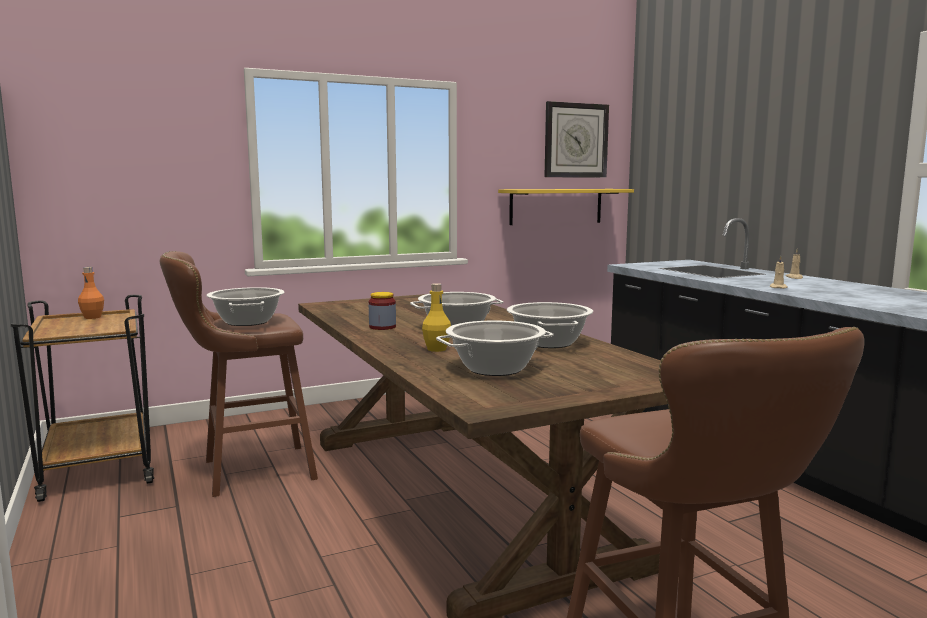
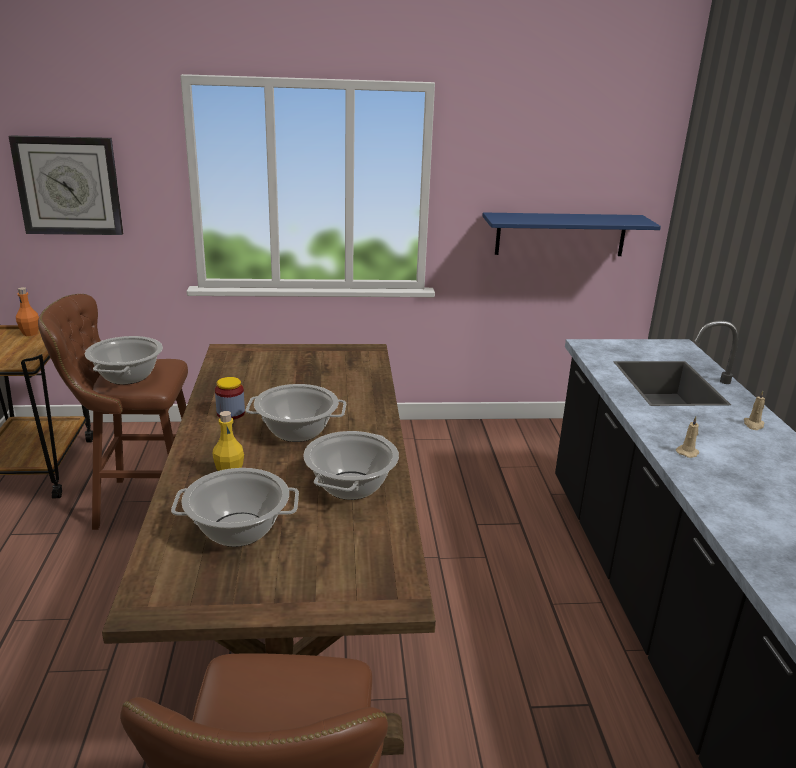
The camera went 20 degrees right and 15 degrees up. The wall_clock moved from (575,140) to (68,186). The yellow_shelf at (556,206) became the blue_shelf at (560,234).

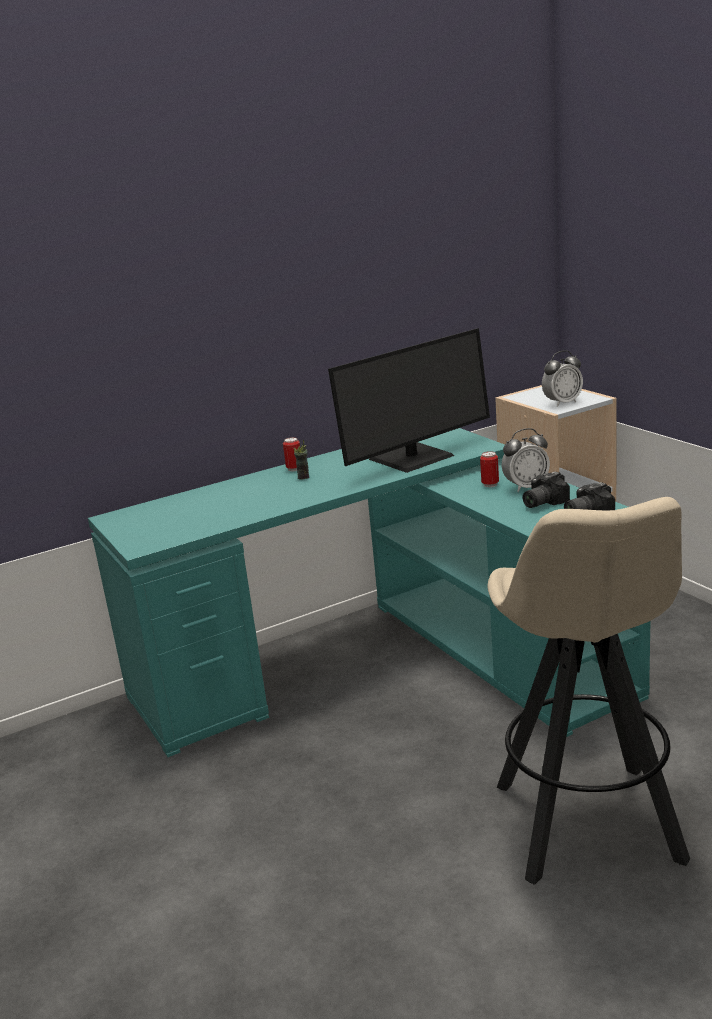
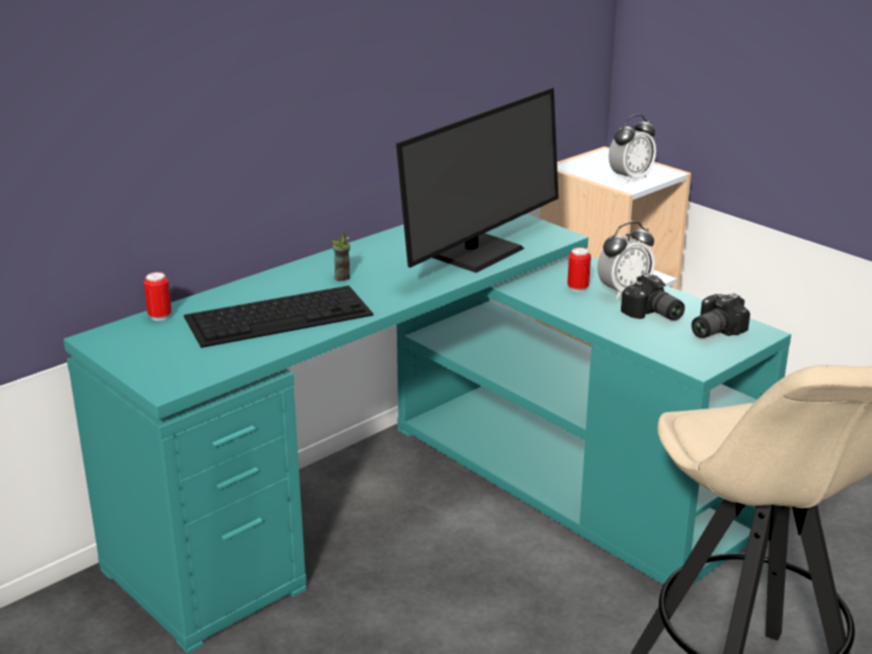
The camera went 15 degrees left and 5 degrees up. The keyboard at (280,315) appeared. The can moved from (294,469) to (160,316). The photo_camera at (541,502) turned 75 degrees counterclockwise.

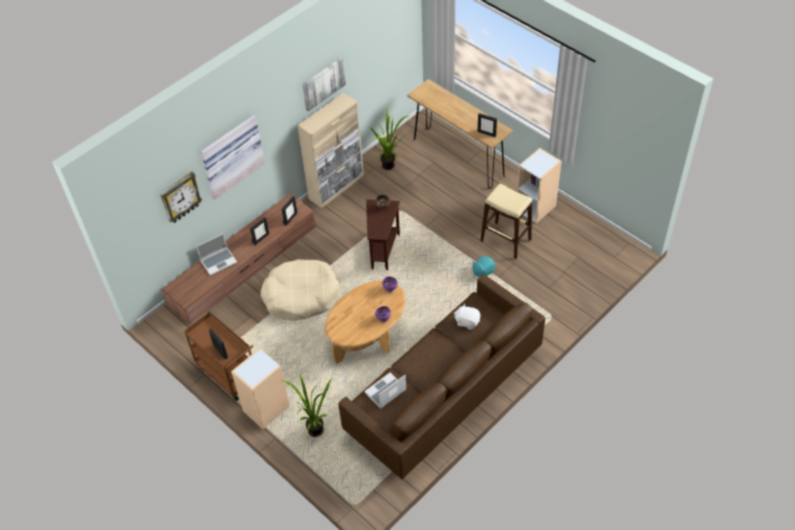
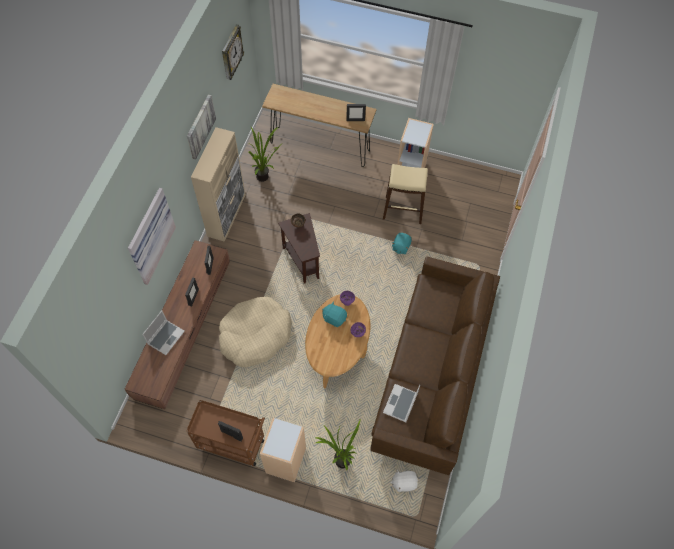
The camera went 30 degrees left and 10 degrees up. The turquoise_plush_toy at (334,318) appeared. The wall_clock moved from (180,197) to (231,53). The white_plush_toy moved from (467,321) to (404,482).

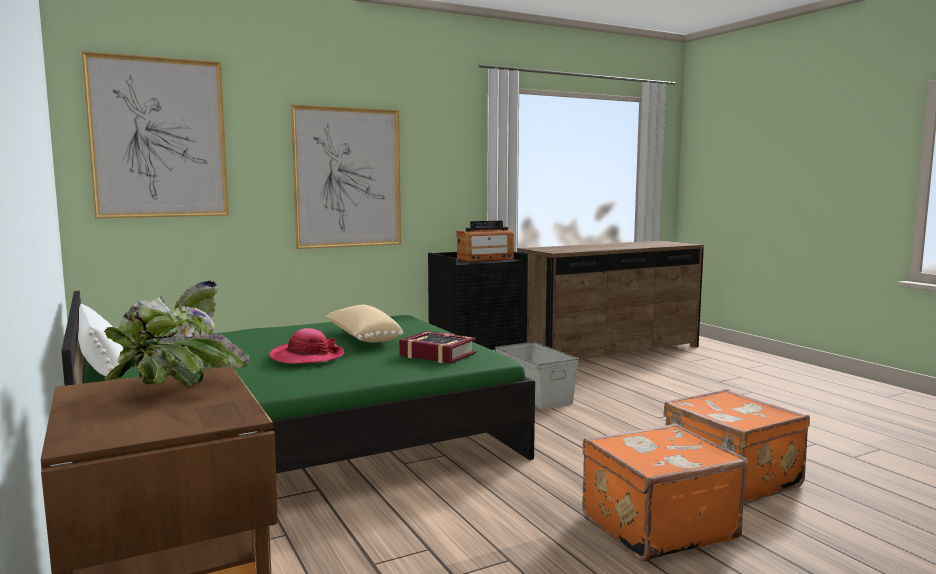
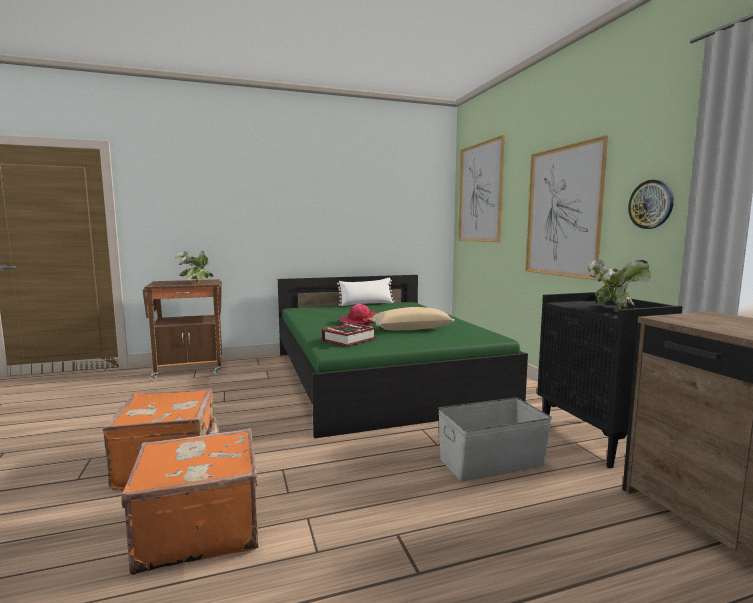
The camera went 100 degrees right and 0 degrees up. The wall_clock at (651,204) appeared. The radio at (485,259) was replaced by the potted_plant at (612,309).

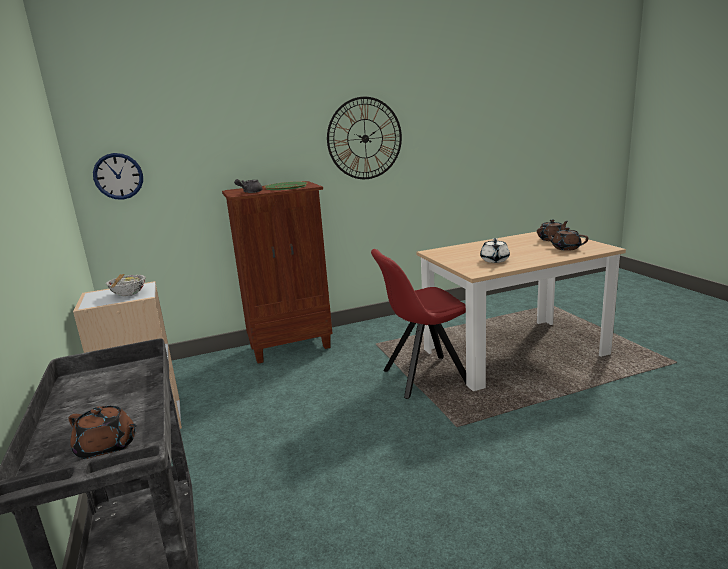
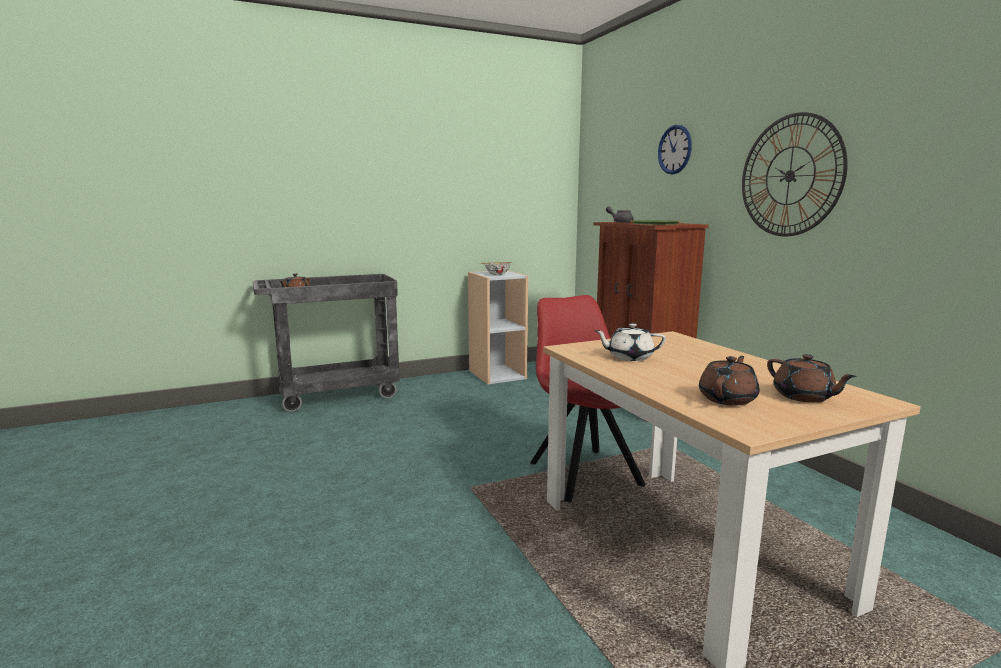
The camera went 85 degrees right and 5 degrees down. The wall_clock moved from (118,176) to (675,149).

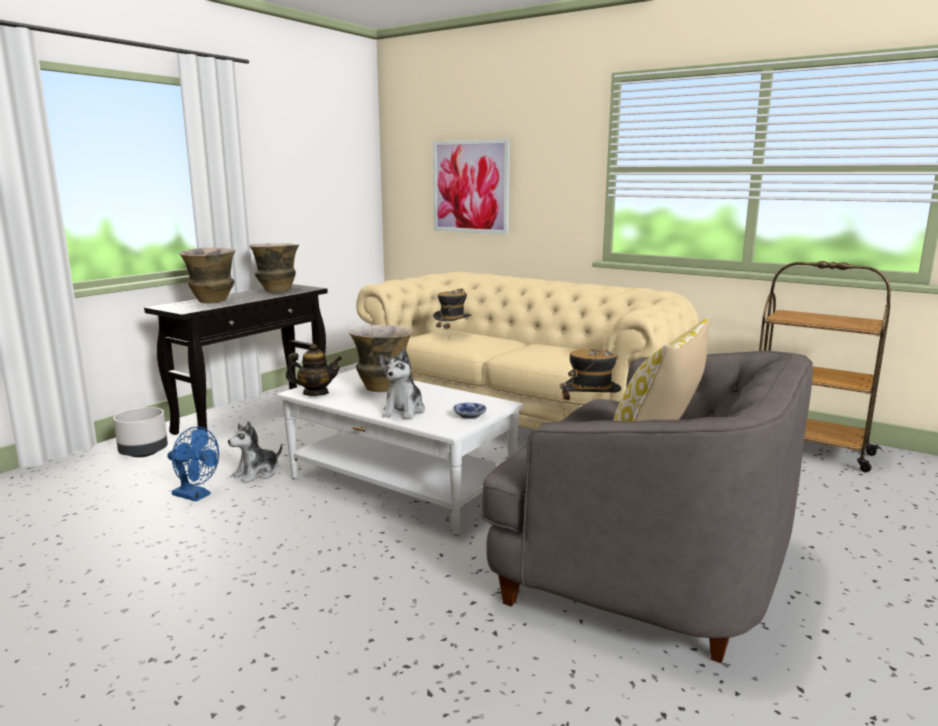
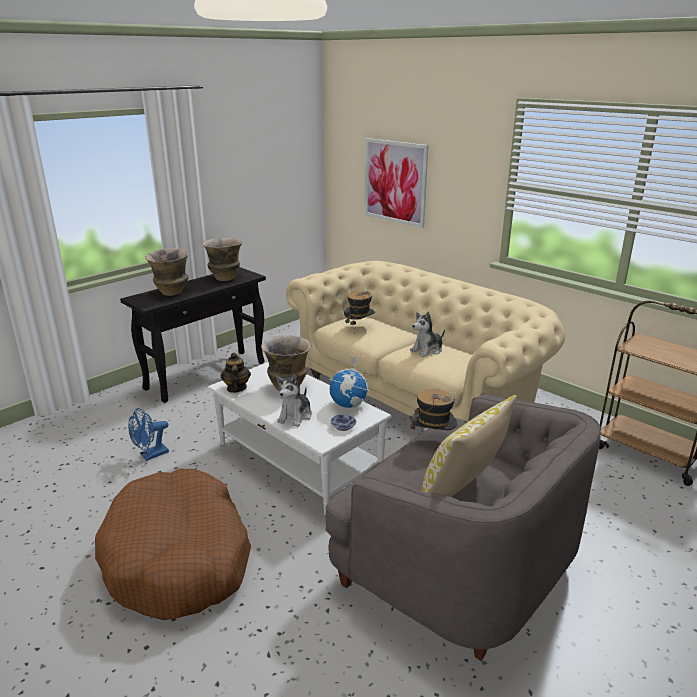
The camera went 10 degrees right and 10 degrees up. The grey_planter at (144,453) disappeared. The brown_dog_bed at (178,558) appeared. The globe at (349,404) appeared. The plush_toy moved from (257,473) to (427,350). The blue_fan at (196,496) turned 105 degrees clockwise. The teapot at (315,393) turned 105 degrees counterclockwise.

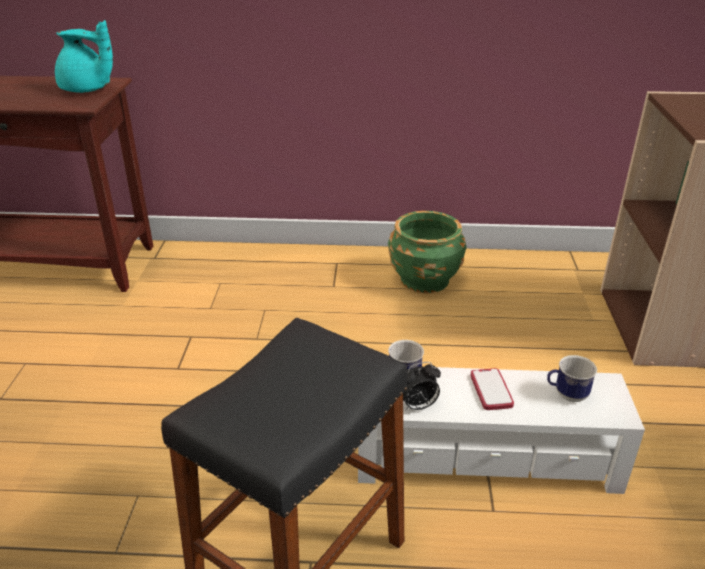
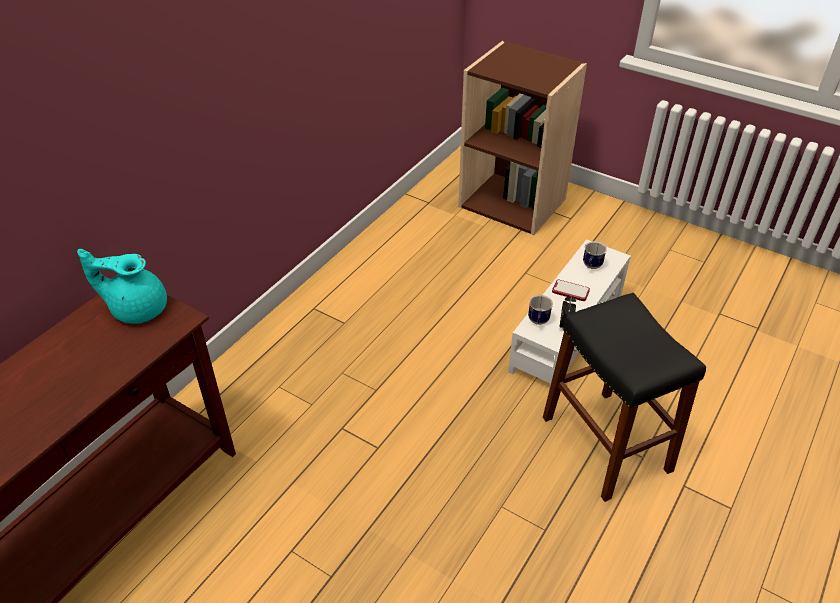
The camera went 60 degrees left and 10 degrees up. The green_planter at (424,279) disappeared. The turquoise_teapot at (87,90) turned 135 degrees counterclockwise.

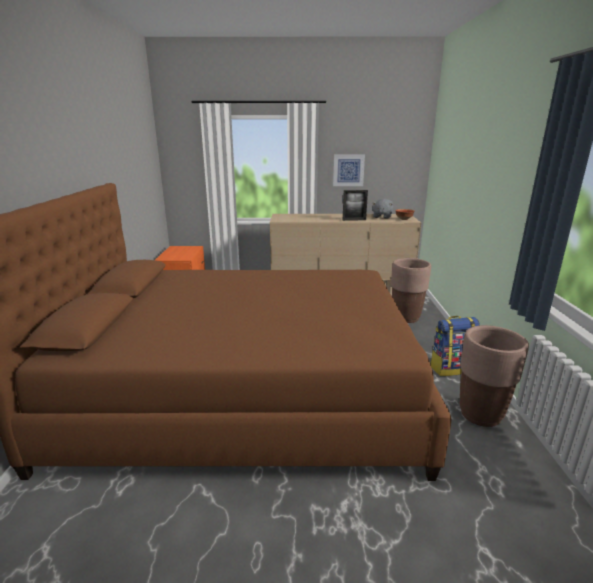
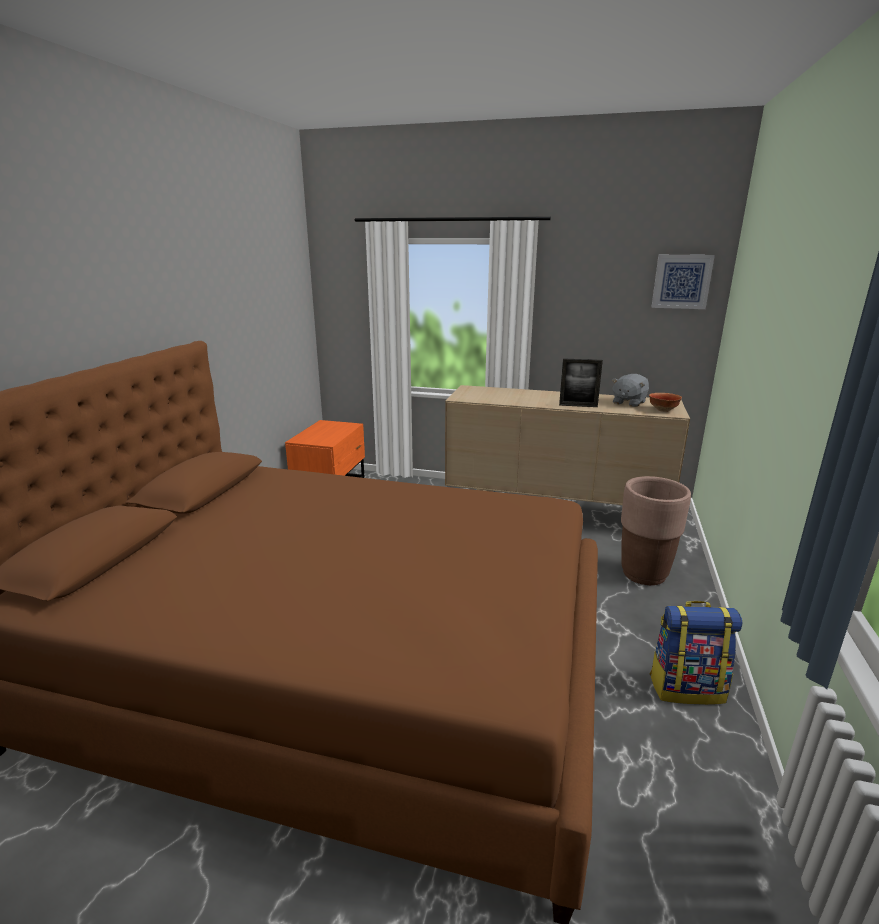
The camera went 15 degrees right and 0 degrees up. The brown_planter at (480,415) disappeared. The picture moved from (348,170) to (681,281).

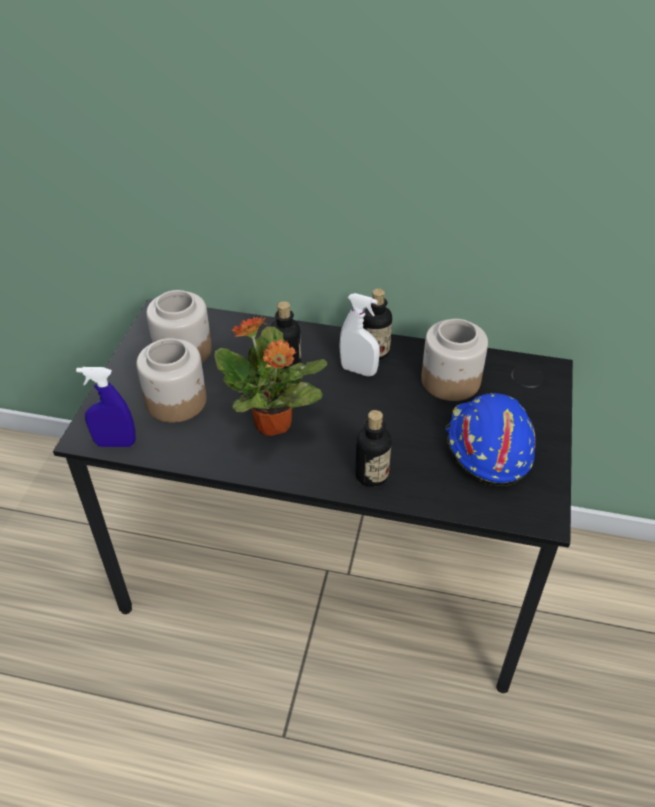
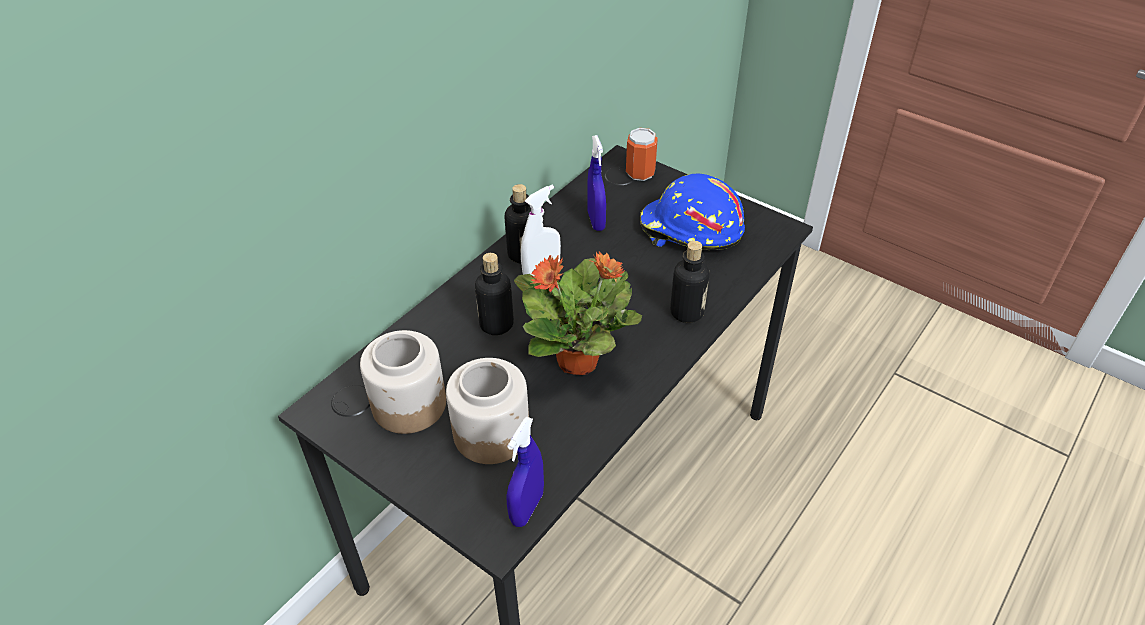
The camera went 65 degrees left and 0 degrees up. The can at (640,173) appeared. The jar at (449,380) was replaced by the blue_spray_bottle at (596,221).

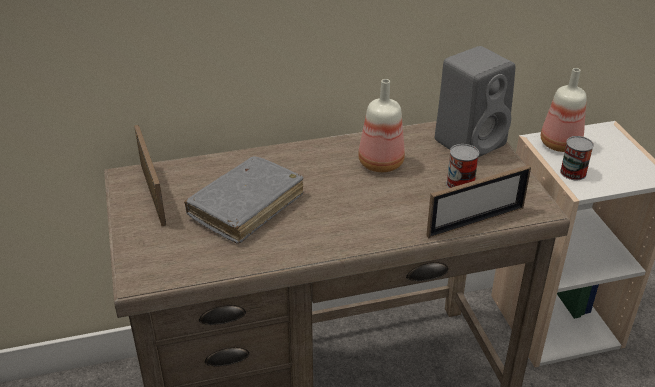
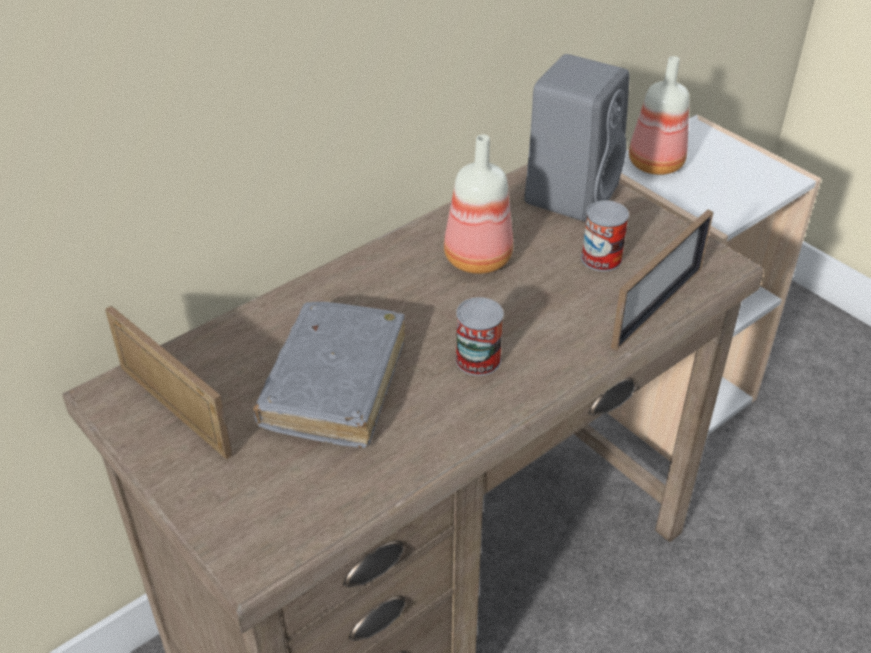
The camera went 25 degrees left and 5 degrees up. The can moved from (573,172) to (478,359).

